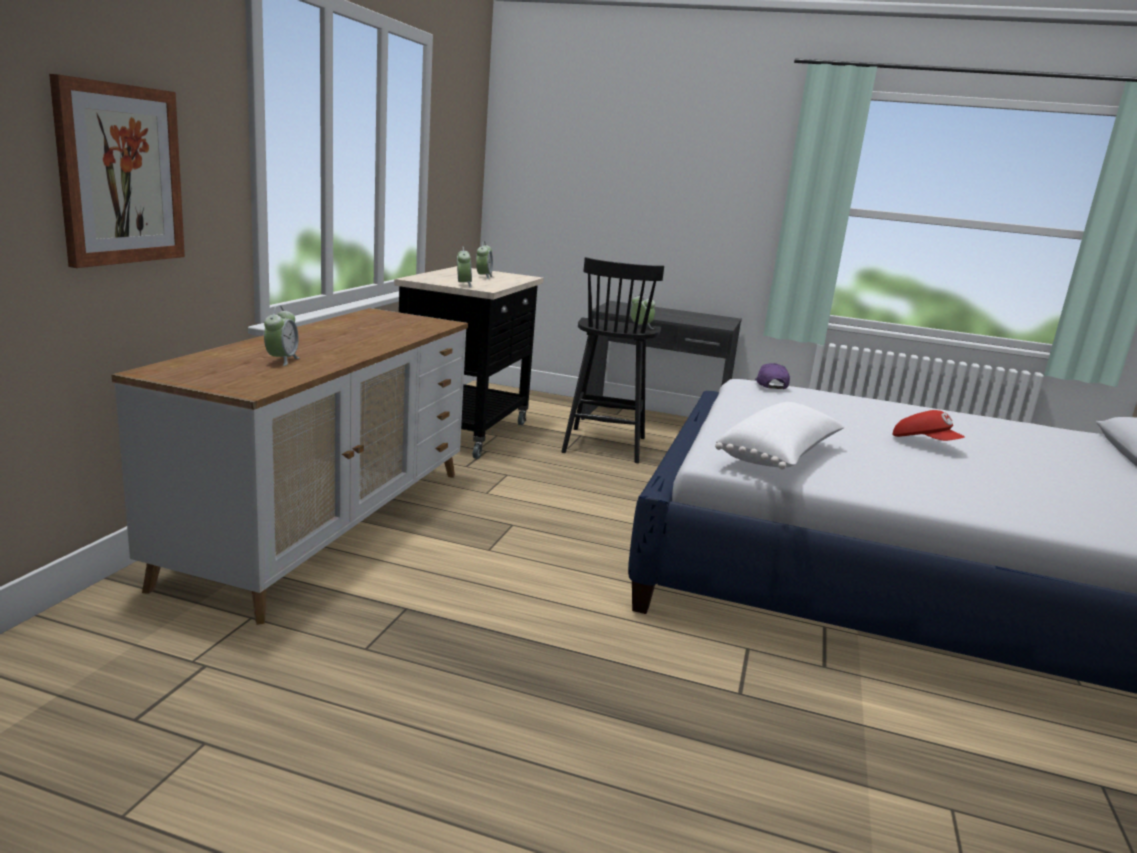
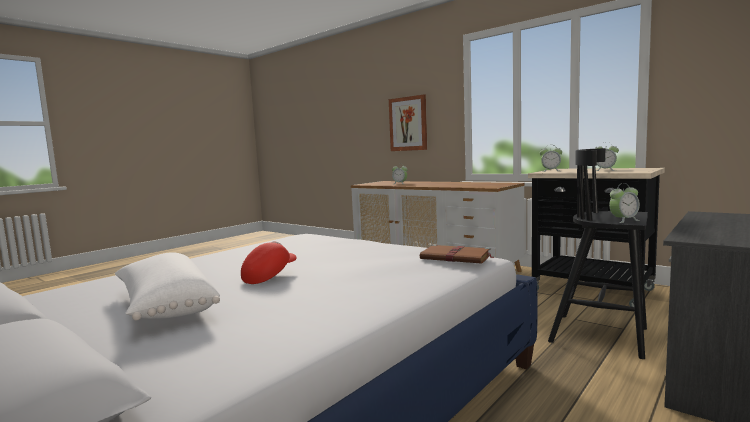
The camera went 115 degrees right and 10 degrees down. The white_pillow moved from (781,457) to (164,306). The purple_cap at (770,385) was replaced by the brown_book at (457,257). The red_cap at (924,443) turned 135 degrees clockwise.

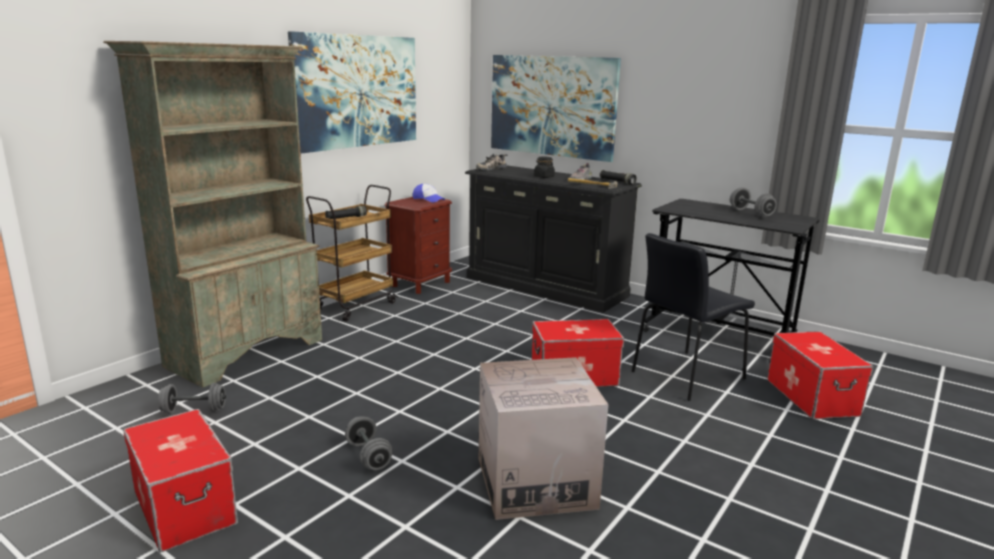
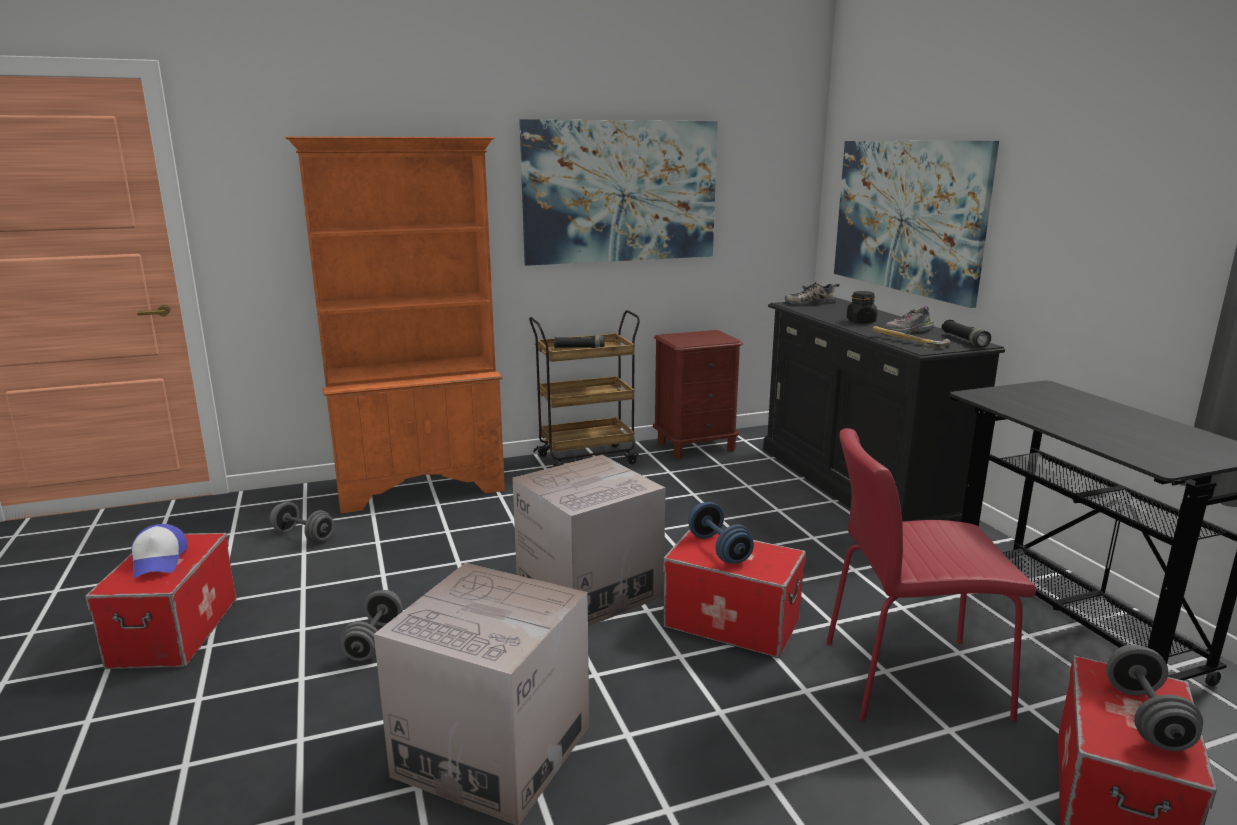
The camera went 35 degrees right and 0 degrees up. The cardboard_box at (589,590) appeared. The blue_dumbbell at (719,549) appeared. The cap moved from (428,199) to (159,560). The grey_dumbbell moved from (750,213) to (1146,718). The green_bookcase at (246,352) became the orange_bookcase at (421,486). The black_chair at (685,376) became the red_chair at (907,679).

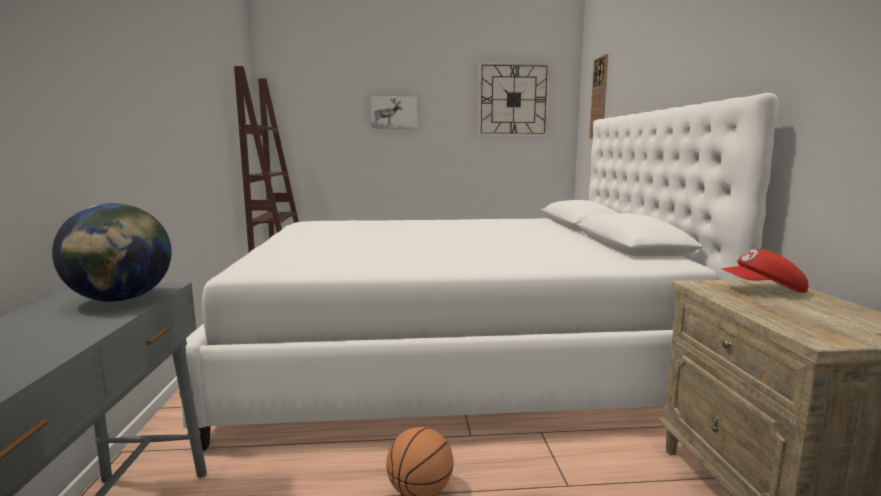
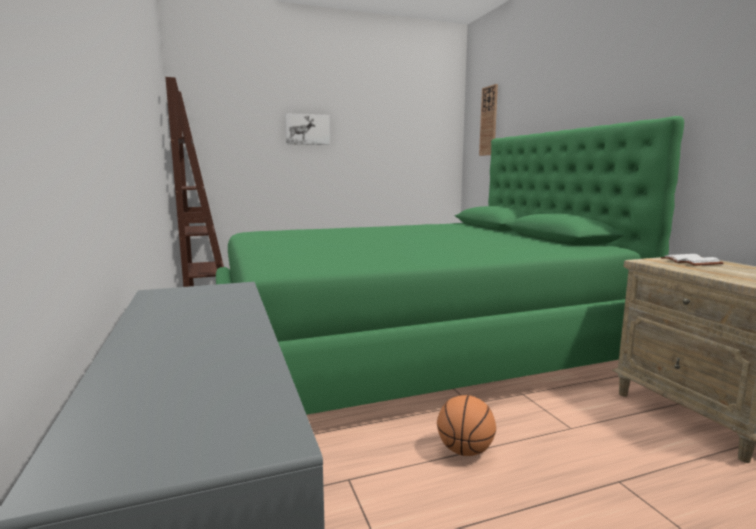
The camera went 15 degrees left and 0 degrees up. The globe at (121,299) disappeared. The wall_clock at (513,100) disappeared. The red_cap at (763,290) was replaced by the white_book at (692,262). The white_bed at (456,359) became the green_bed at (412,347).

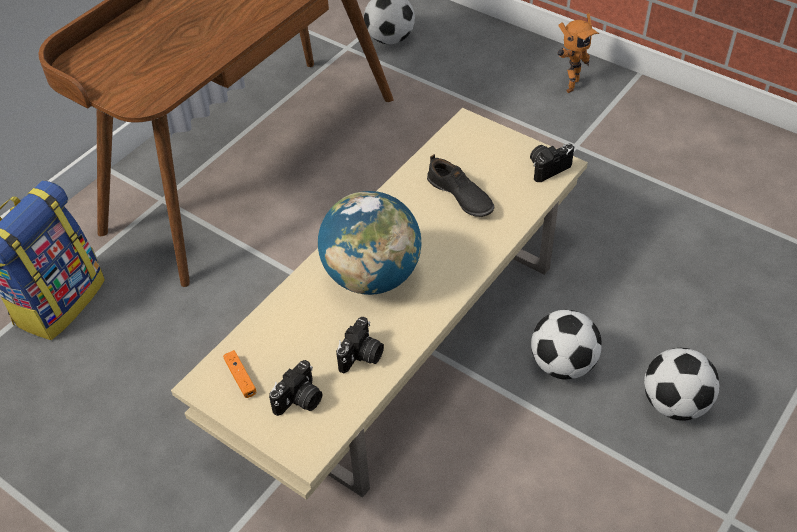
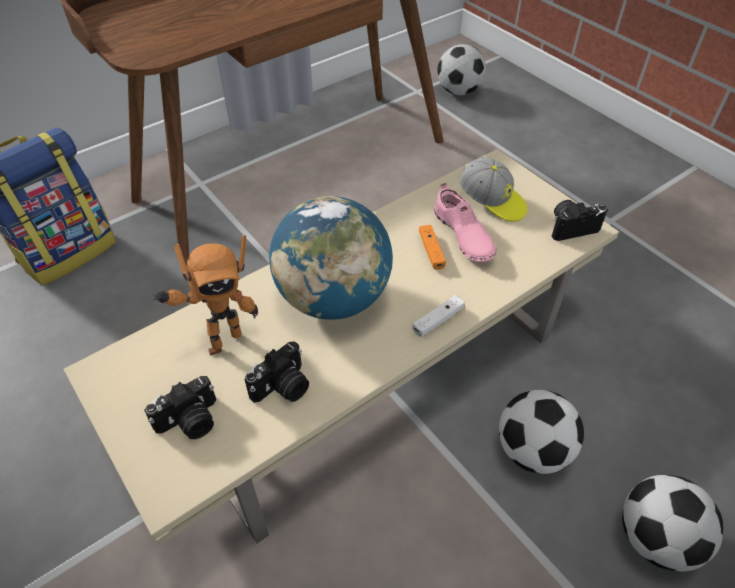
The camera went 15 degrees right and 0 degrees up. The white_game_controller at (438,320) appeared. The cap at (492,201) appeared. The orange_game_controller moved from (240,377) to (431,251). The toy_robot moved from (569,85) to (222,340). The black_shoe at (460,196) became the pink_shoe at (463,235).

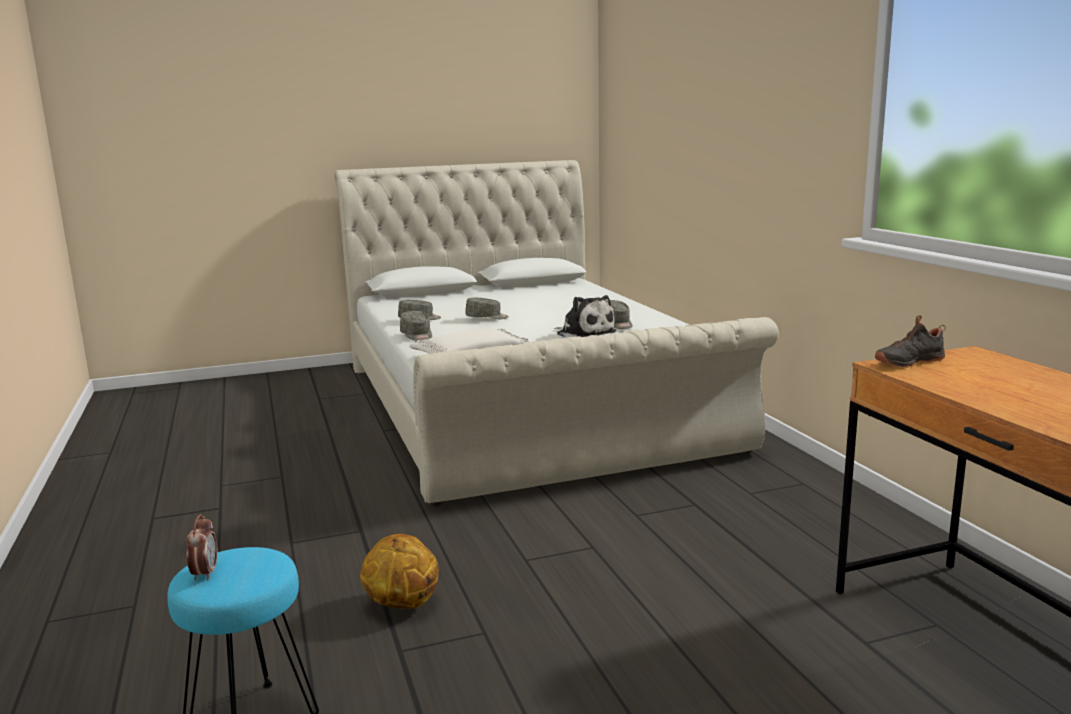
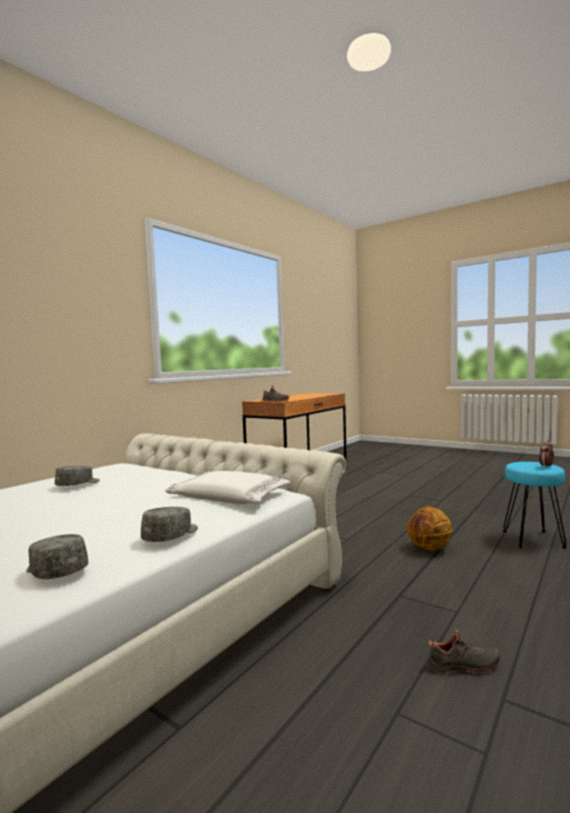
The camera went 125 degrees left and 10 degrees down. The grey_cap at (487,318) disappeared. The plush_toy at (584,334) disappeared. The black_shoe at (464,667) appeared.

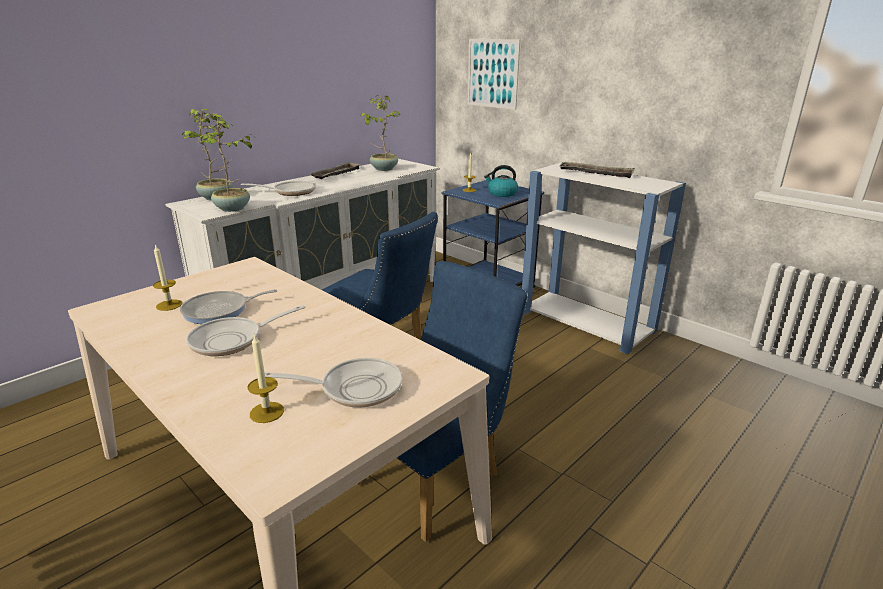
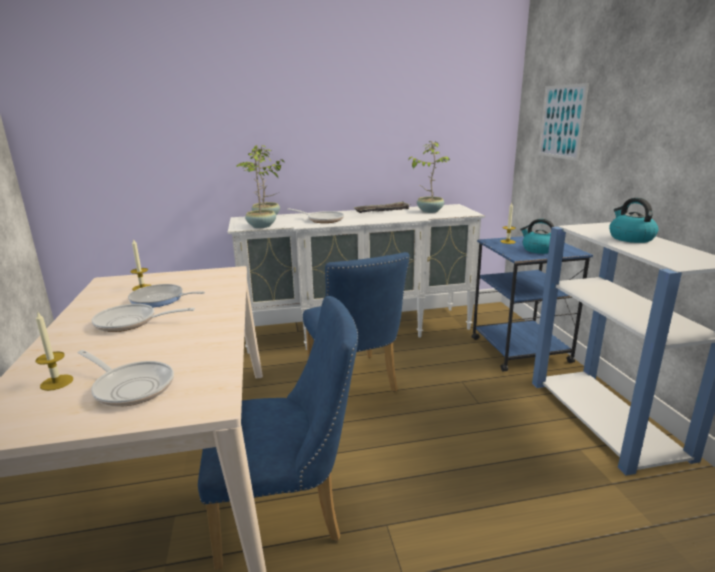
The camera went 35 degrees right and 5 degrees down. The tray at (596,173) was replaced by the kettle at (630,238).

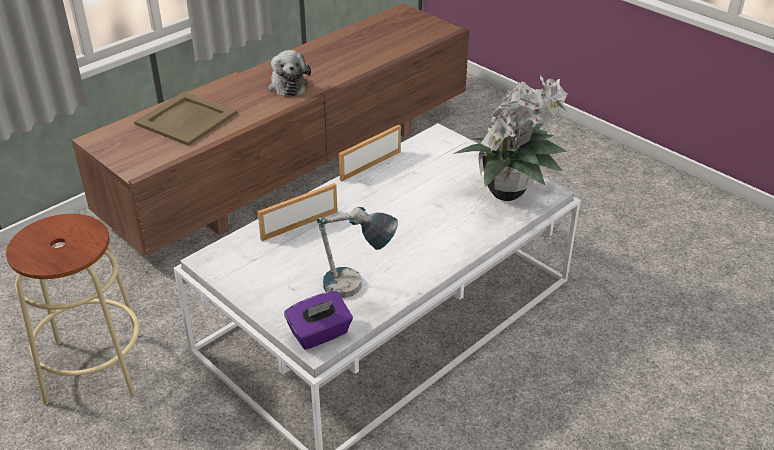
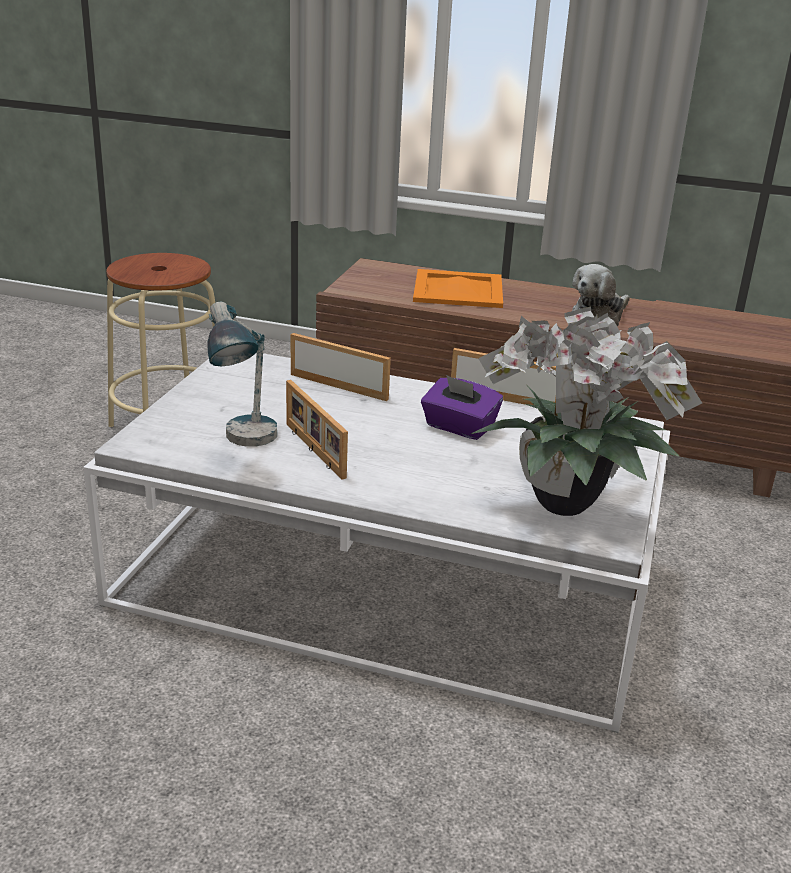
The camera went 60 degrees right and 10 degrees down. The picture_frame at (313,450) appeared. The purple_tissue_box moved from (320,334) to (459,427). The beige_tray at (187,119) became the orange_tray at (459,290).

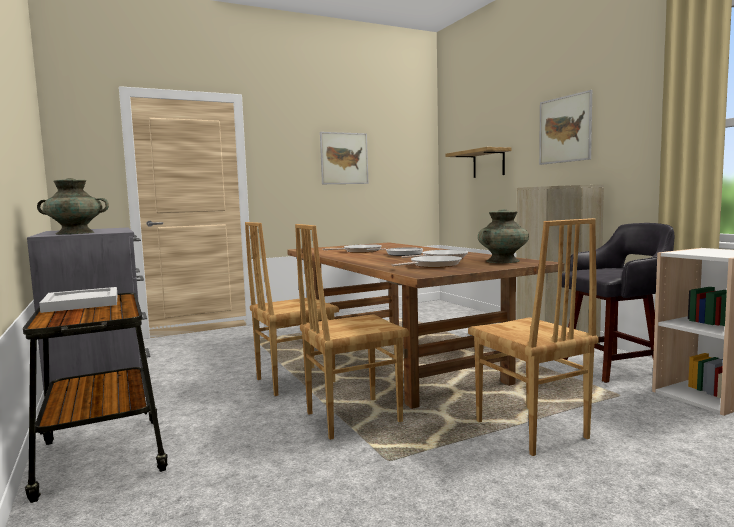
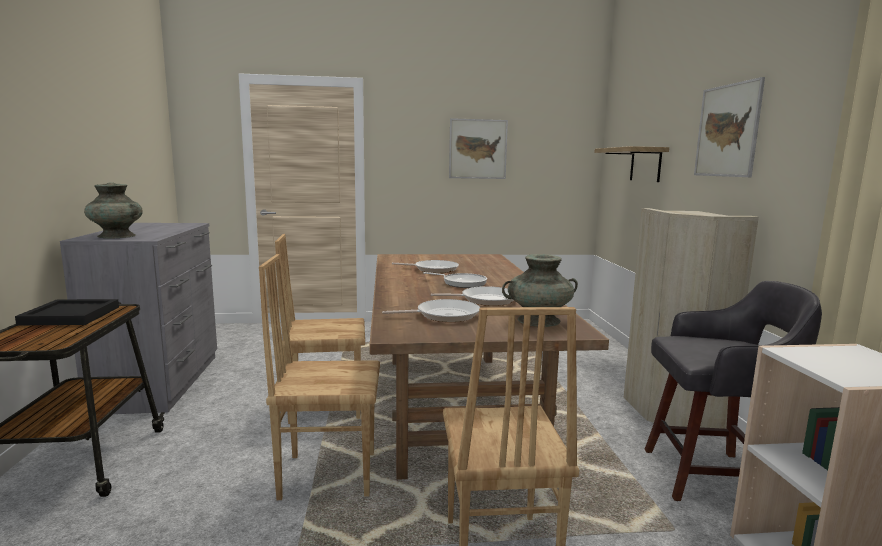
The camera went 20 degrees right and 5 degrees up. The white_tray at (83,303) became the black_tray at (71,316).

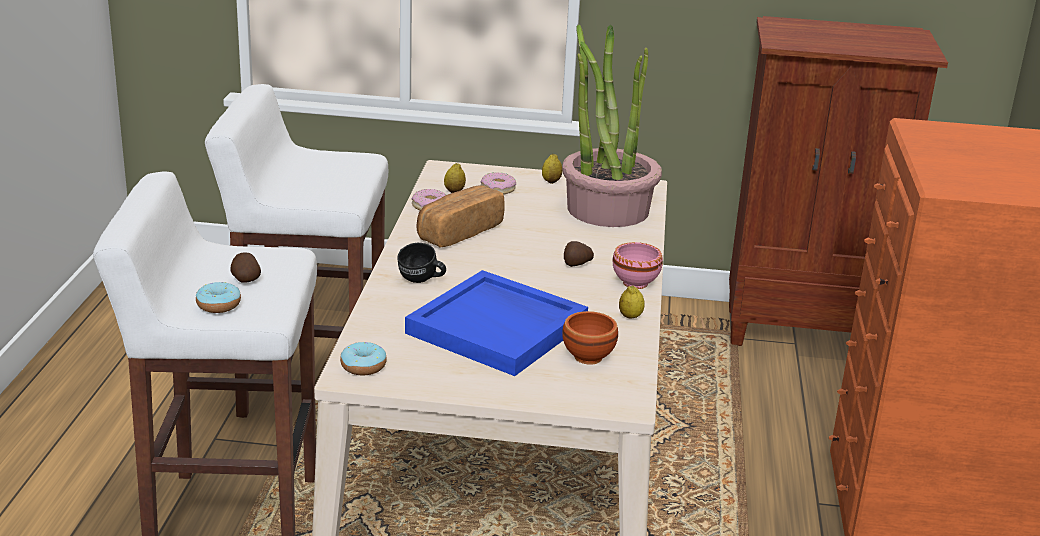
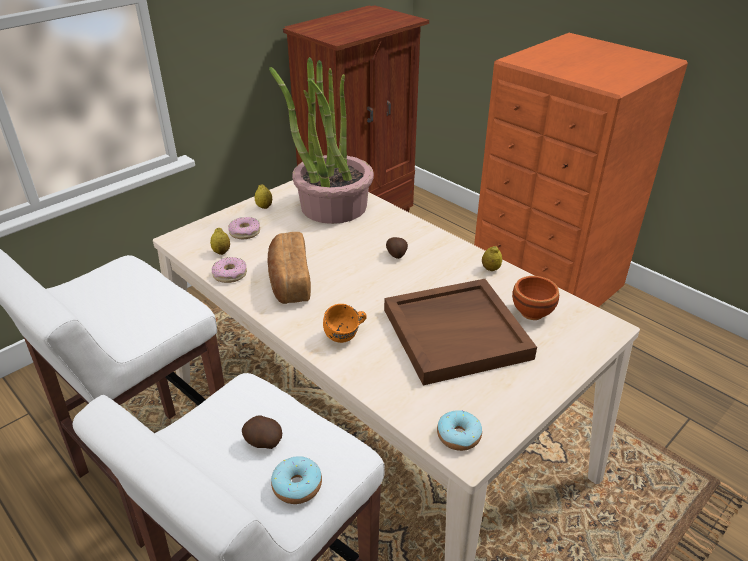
The camera went 50 degrees left and 10 degrees up. The pink_bowl at (633,283) disappeared. The black_mug at (421,281) became the orange_mug at (346,336). The blue_tray at (499,328) became the brown_tray at (456,332).

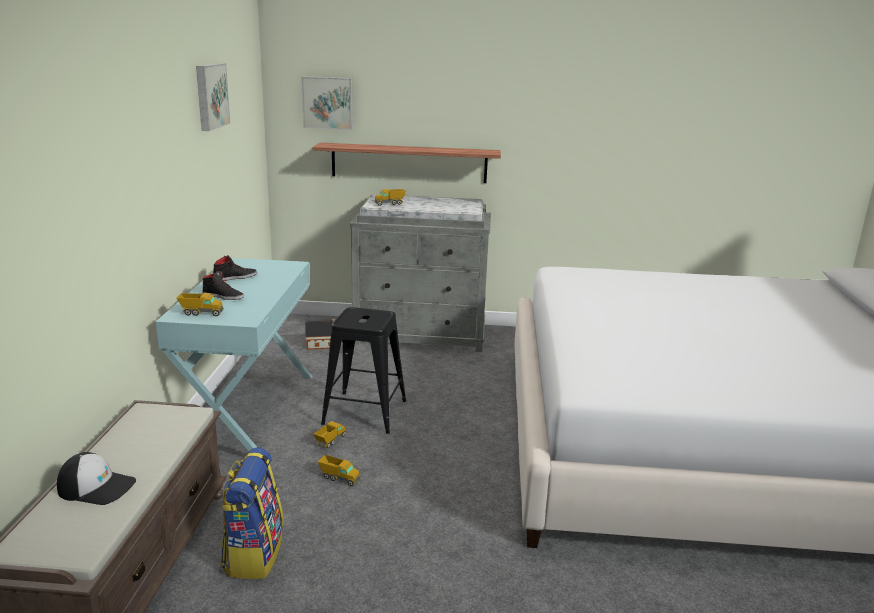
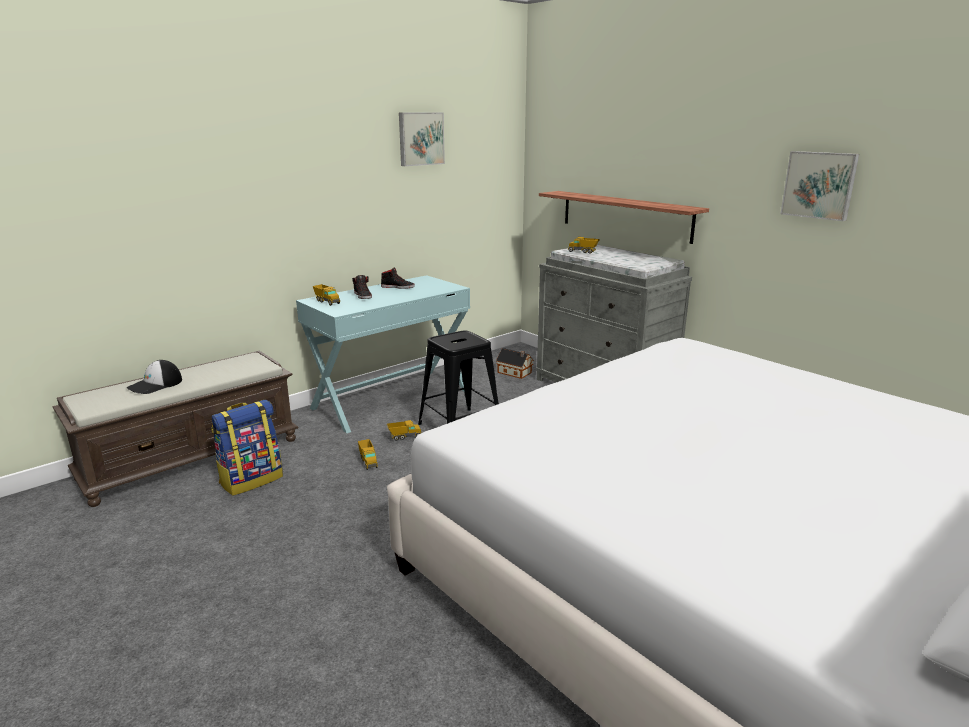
The camera went 45 degrees right and 0 degrees up. The picture moved from (328,102) to (819,185). The cap at (97,487) turned 75 degrees clockwise.

